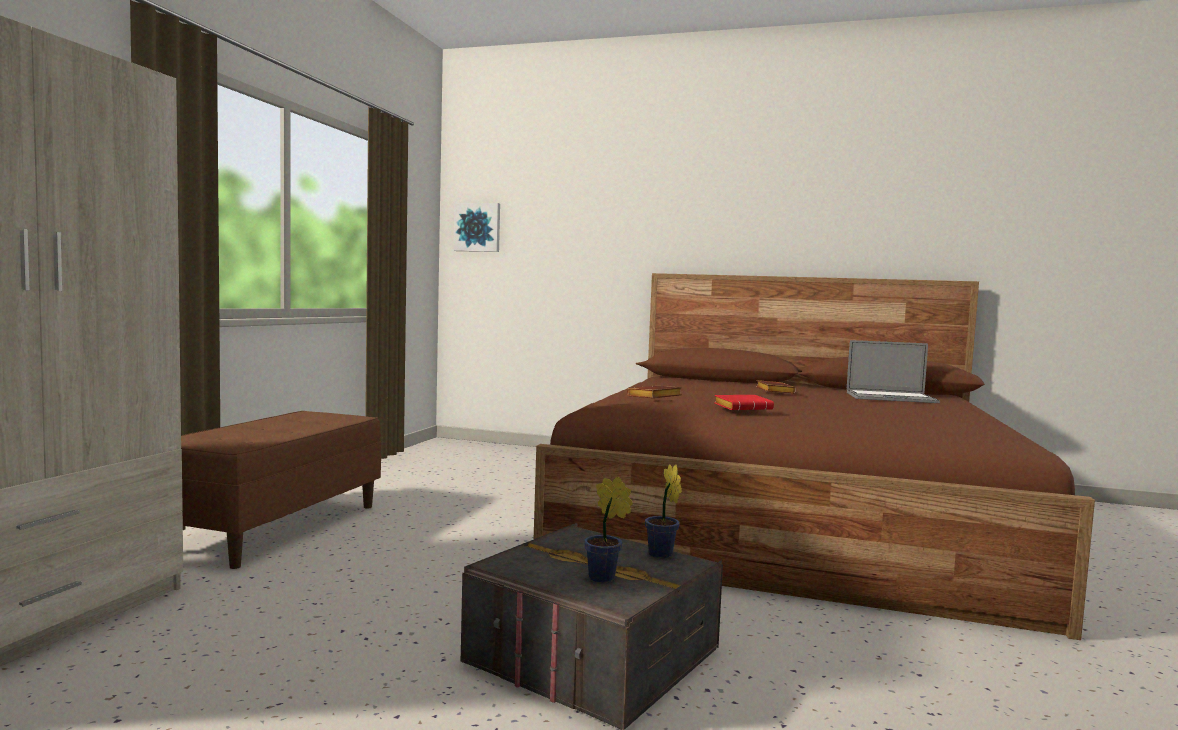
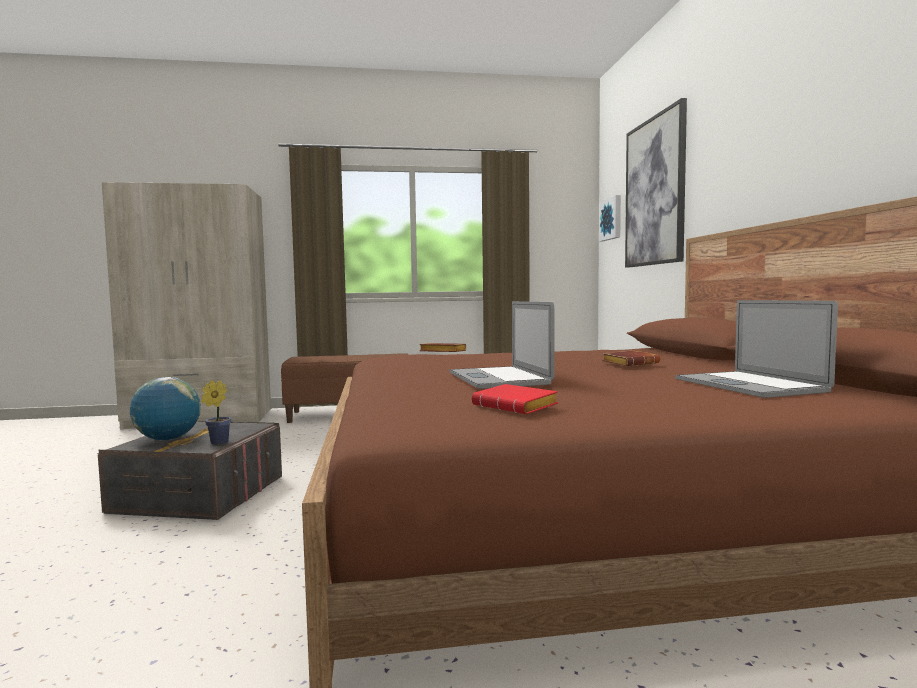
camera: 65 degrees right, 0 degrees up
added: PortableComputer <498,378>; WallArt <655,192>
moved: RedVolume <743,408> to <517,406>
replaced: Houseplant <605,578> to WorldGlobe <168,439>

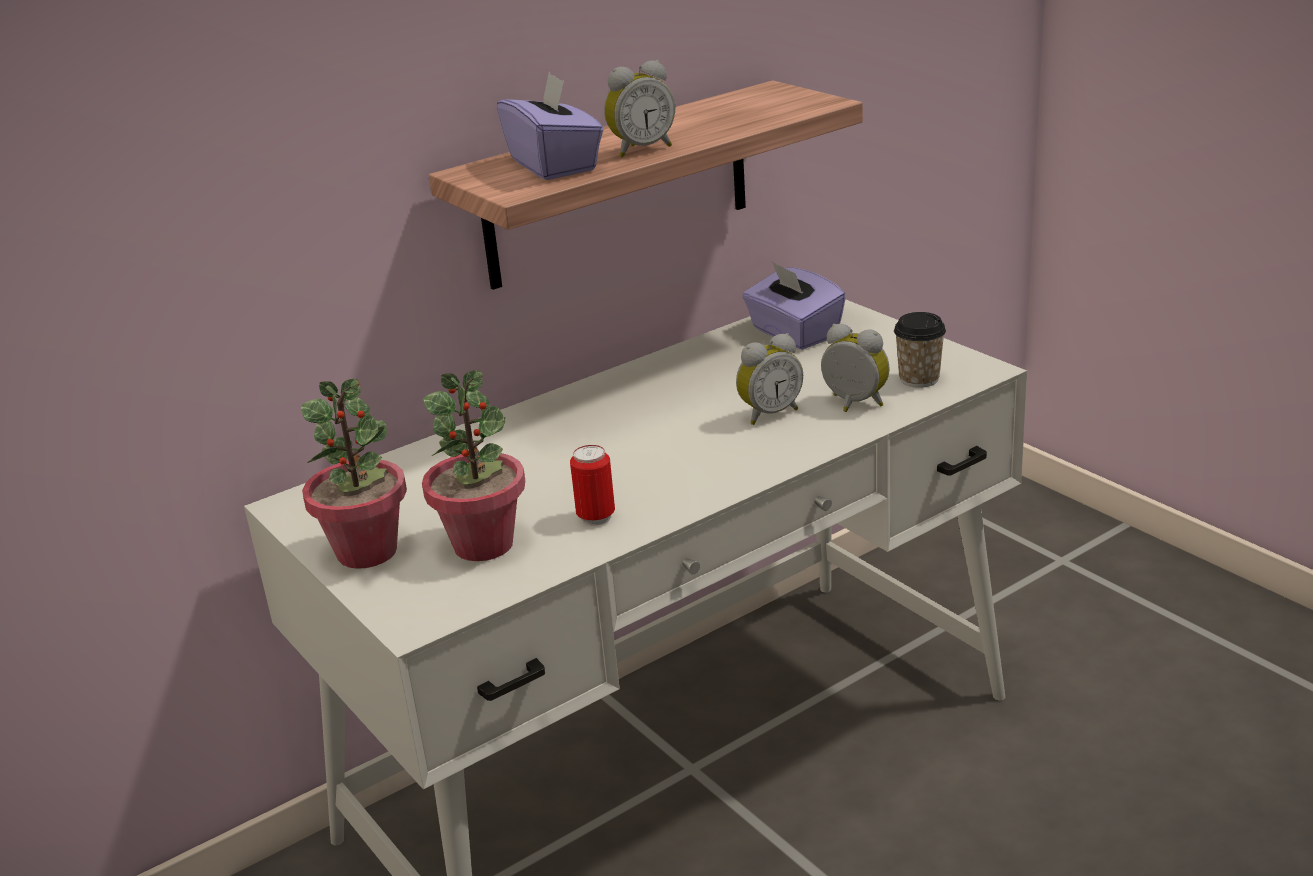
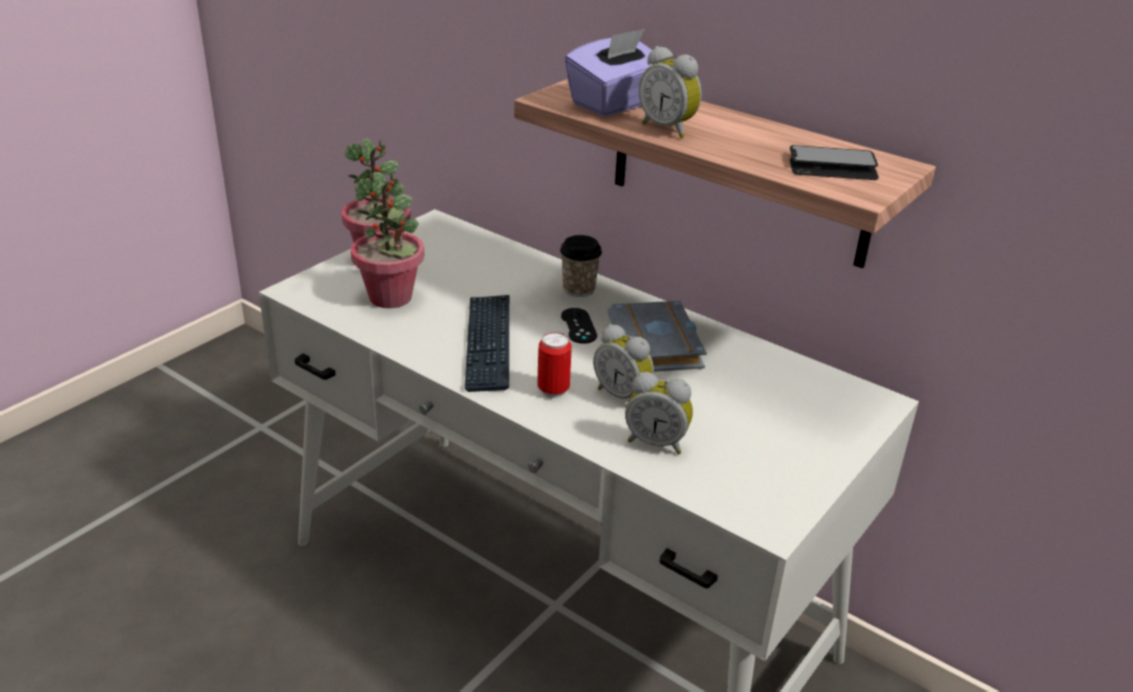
camera: 70 degrees right, 5 degrees up
removed: PurplishTissueHolder <793,334>
added: Keyboard <488,343>; BlackGameController <578,326>; GrayVolume <659,345>; Phone <832,166>
moved: Can <596,517> to <553,390>; DrinkingCup <919,379> to <579,289>
turned: AlarmClock <853,405> = <656,442> 90 degrees clockwise

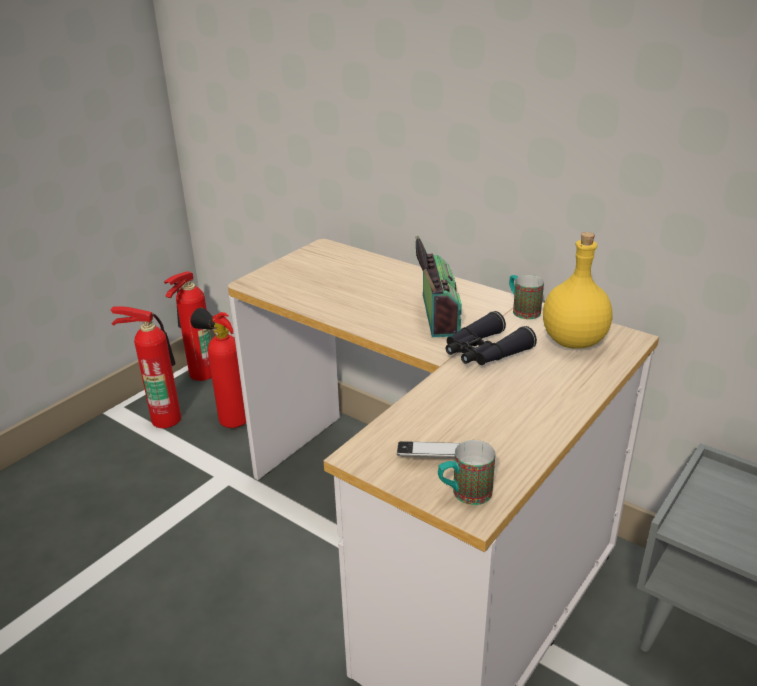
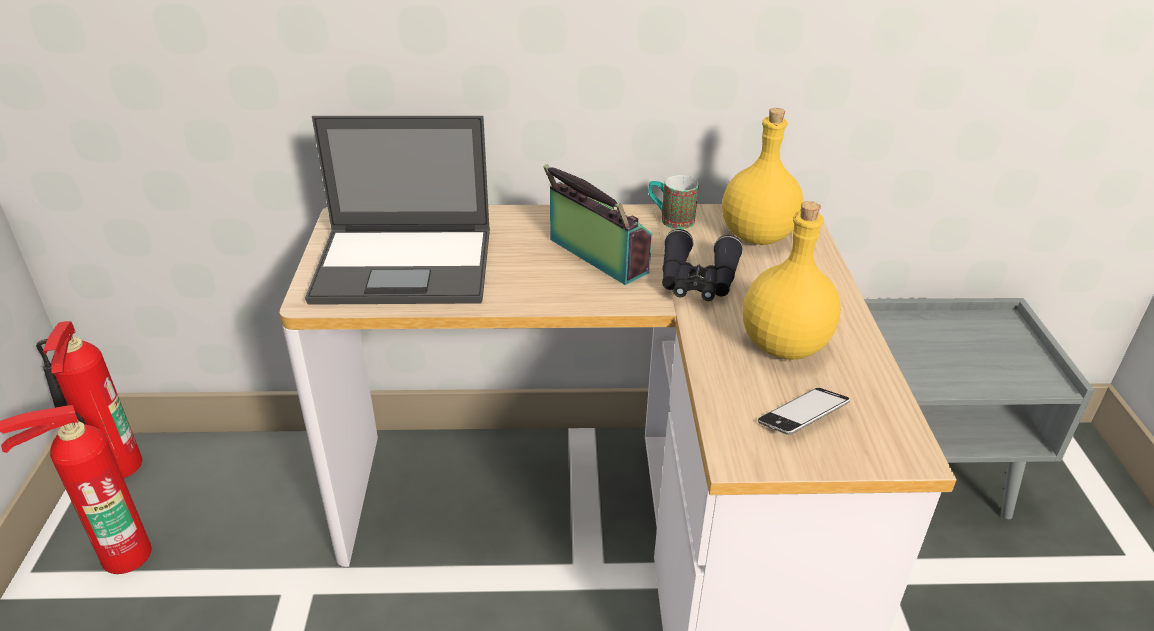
camera: 40 degrees left, 5 degrees up
removed: FireFightingCylinder <229,420>; CoffeeMug <464,494>
added: PortableComputer <406,266>; YellowBottle <782,346>

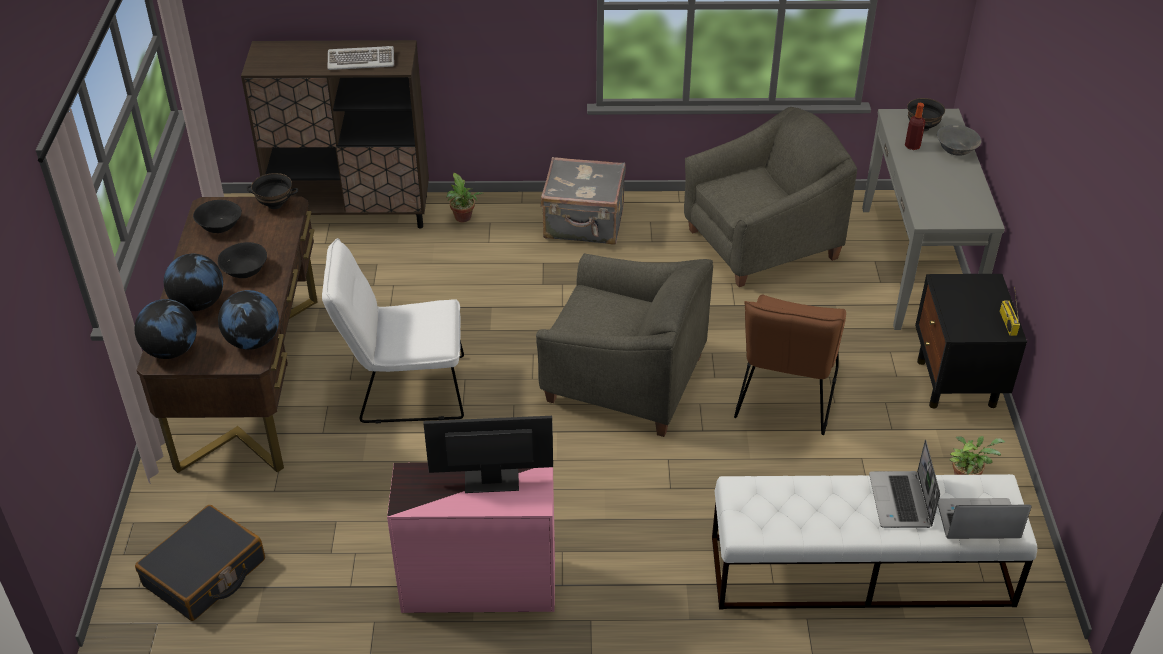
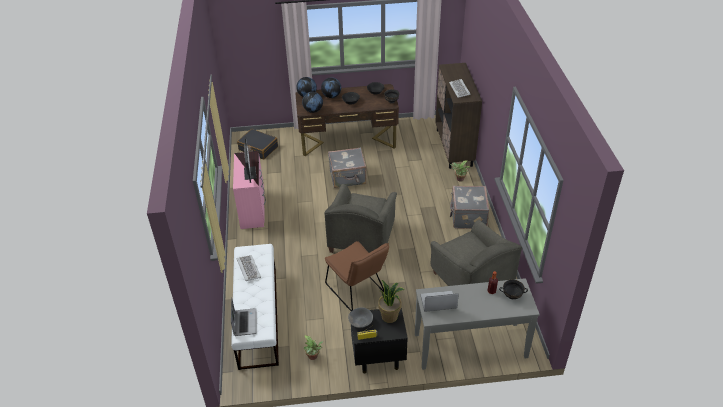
camera: 85 degrees right, 0 degrees up
added: Keyboard <248,269>; Houseplant <390,316>
moved: PortableComputer <901,502> to <438,302>; GrayBowl <955,150> to <360,322>
replaced: WhiteColouredChair <403,389> to GrayTravelCase <348,177>
turned: BrownChair <784,399> = <357,291> 135 degrees counterclockwise

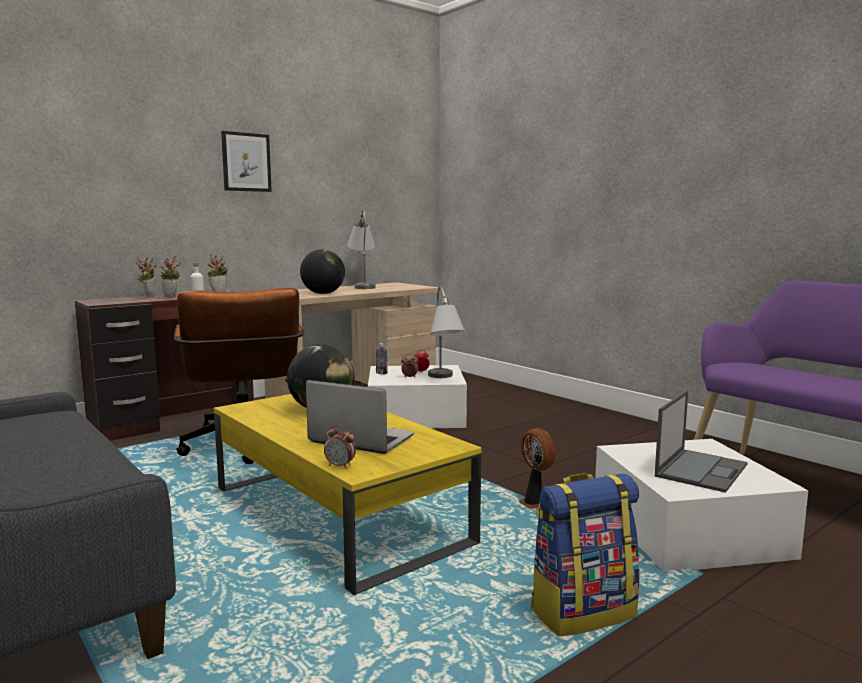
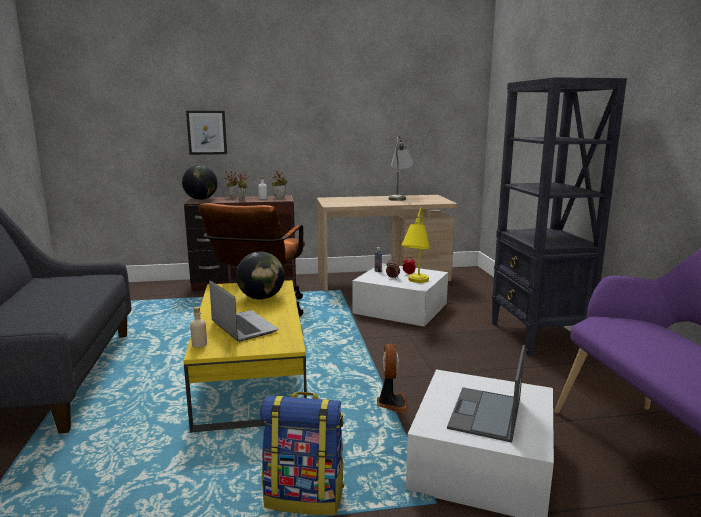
camera: 30 degrees right, 5 degrees up
added: BlackShelvingUnit <537,337>
moved: WallArt <246,162> to <207,132>; WorldGlobe <323,293> to <201,199>
replaced: AlarmClock <340,466> to BeigeColouredBottle <199,344>
recoloured: GrayTableLamp <444,379> to YellowTableLamp <415,283>
turned: PortableComputer <701,470> = <485,414> 135 degrees clockwise

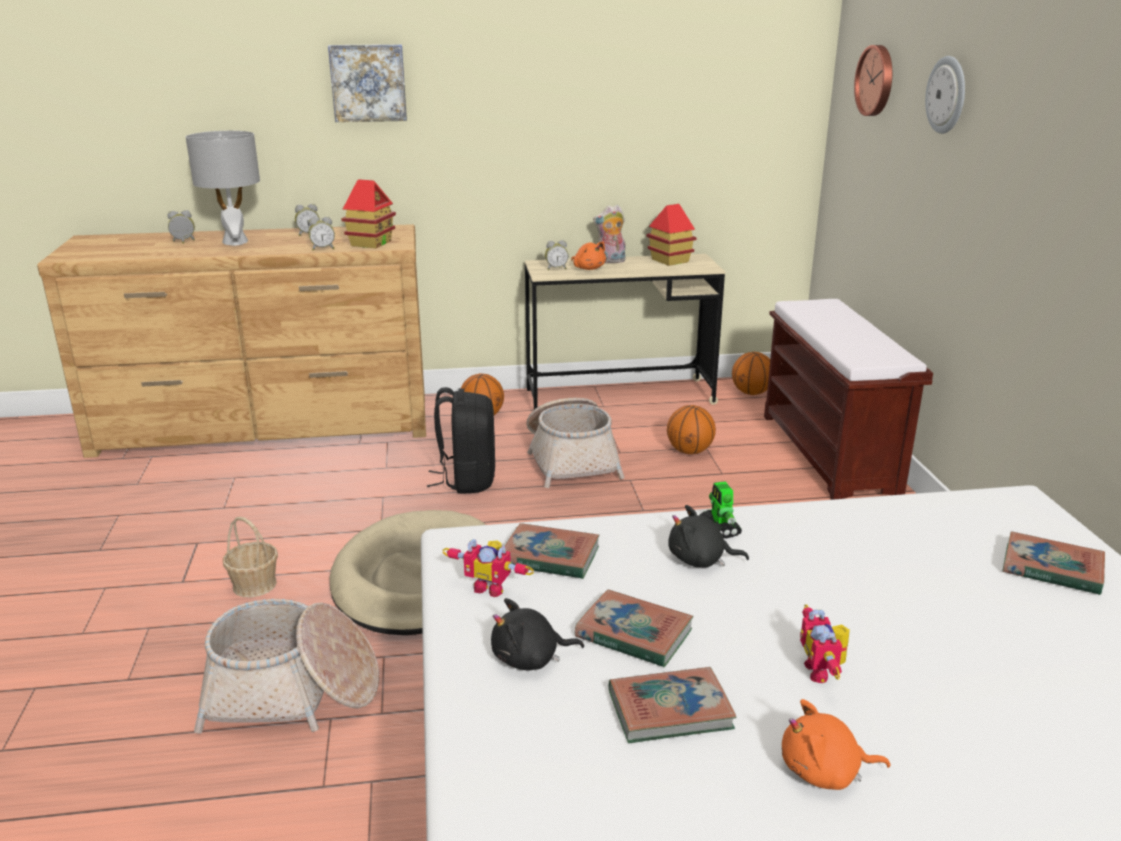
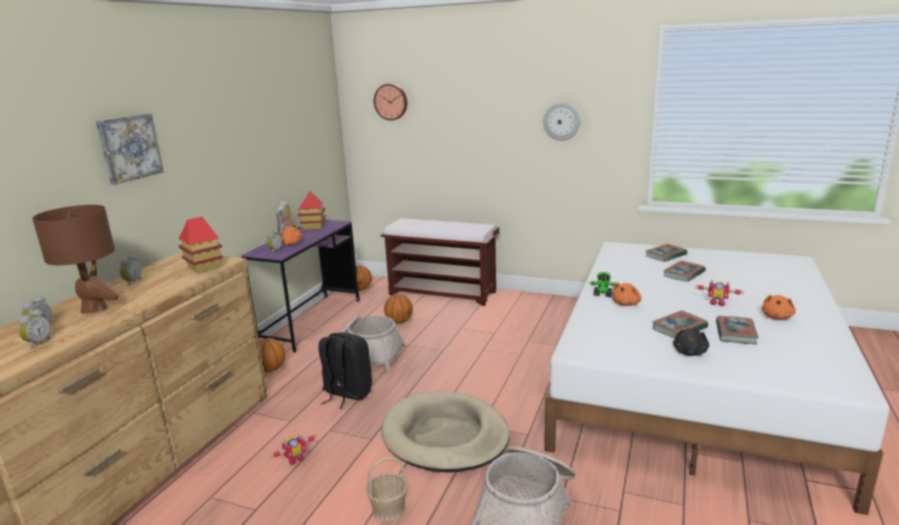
camera: 60 degrees left, 5 degrees down
moved: AlarmClock <323,248> to <37,343>; ToyRobot <490,587> to <295,459>; Volume <550,557> to <684,274>; ClockOnTheWall <947,95> to <561,121>
recoloured: GrayTableLamp <235,242> to BrownTableLamp <94,308>; BeigeColouredDesk <619,397> to PurplishDesk <311,322>; BlackSoftToy <700,560> to OrangeColouredSoftToy <626,304>

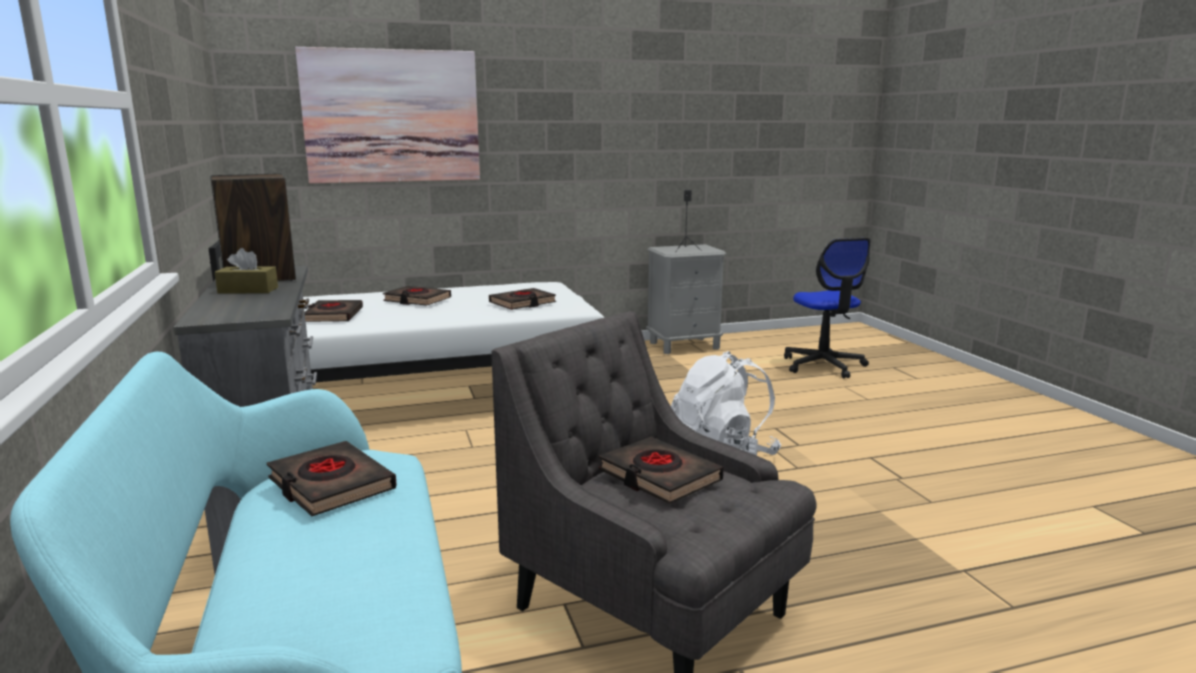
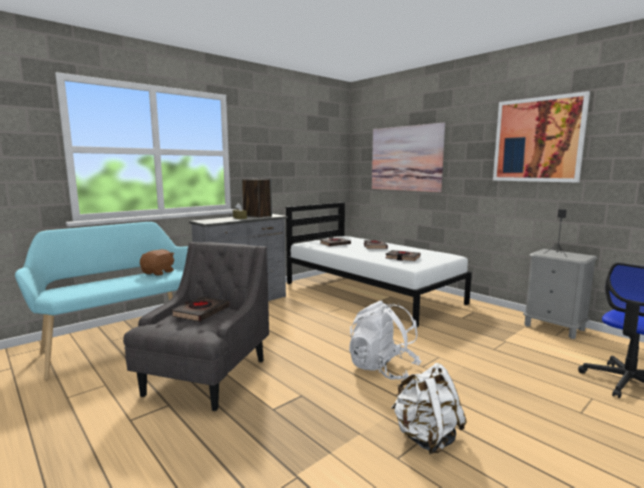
camera: 65 degrees right, 5 degrees down
added: WhiteColouredKnapsack <426,437>; WallArt <537,140>
replaced: BlackVolume <331,485> to BrownSoftToy <159,272>

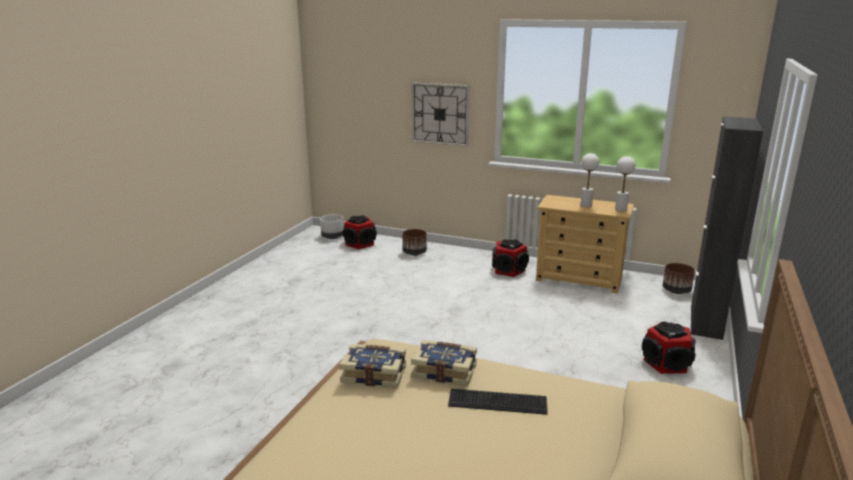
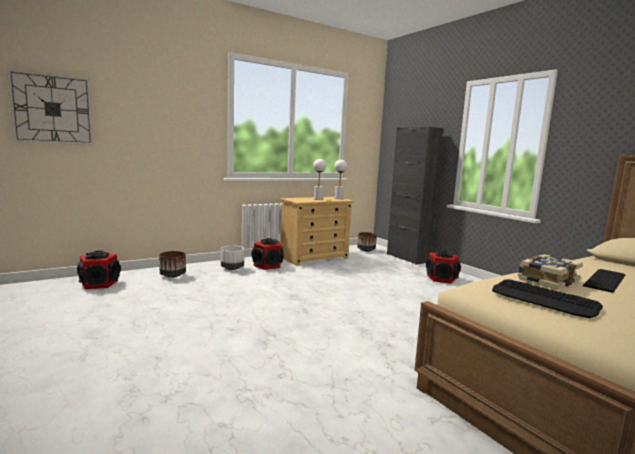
camera: 55 degrees left, 10 degrees down
moved: WhiteColouredPlantPot <332,237> to <232,268>; ClockOnTheWall <440,114> to <52,109>
replaced: Volume <374,374> to Keyboard <544,299>

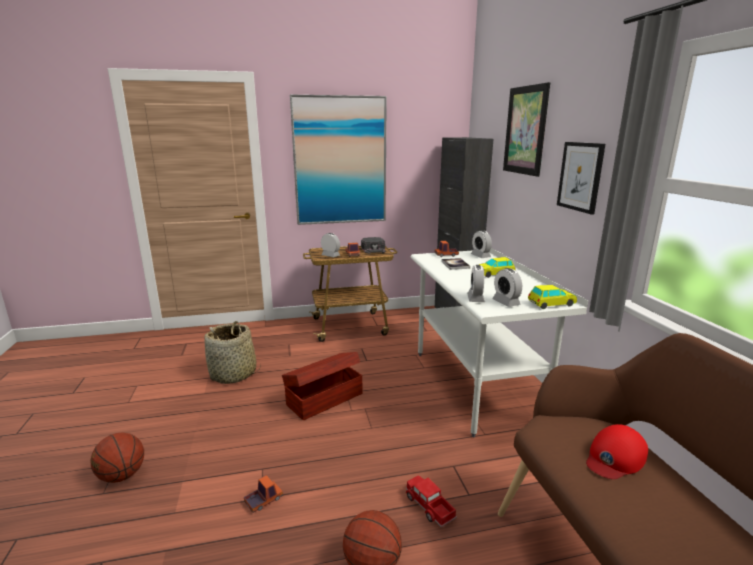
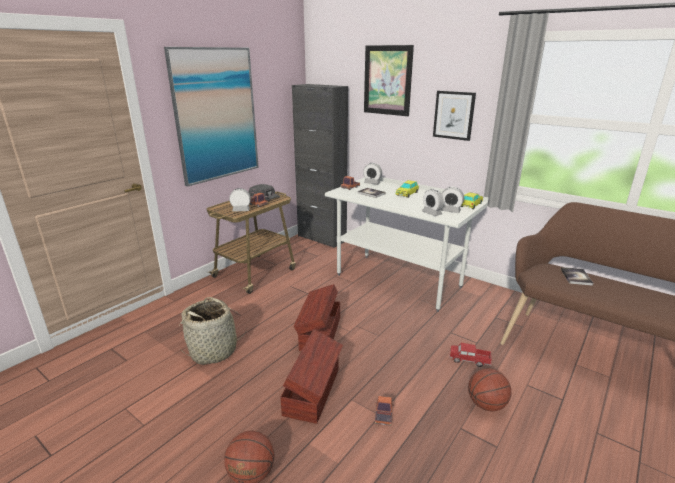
camera: 40 degrees left, 5 degrees up
added: BrownStorageBin <313,391>
replaced: RedBaseballCap <614,457> to Volume <576,277>

